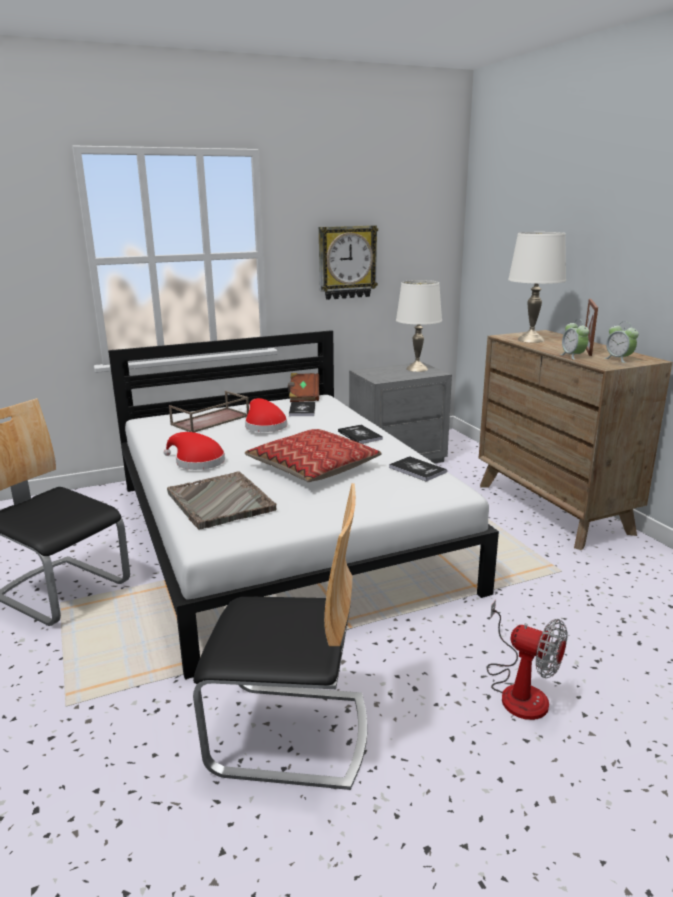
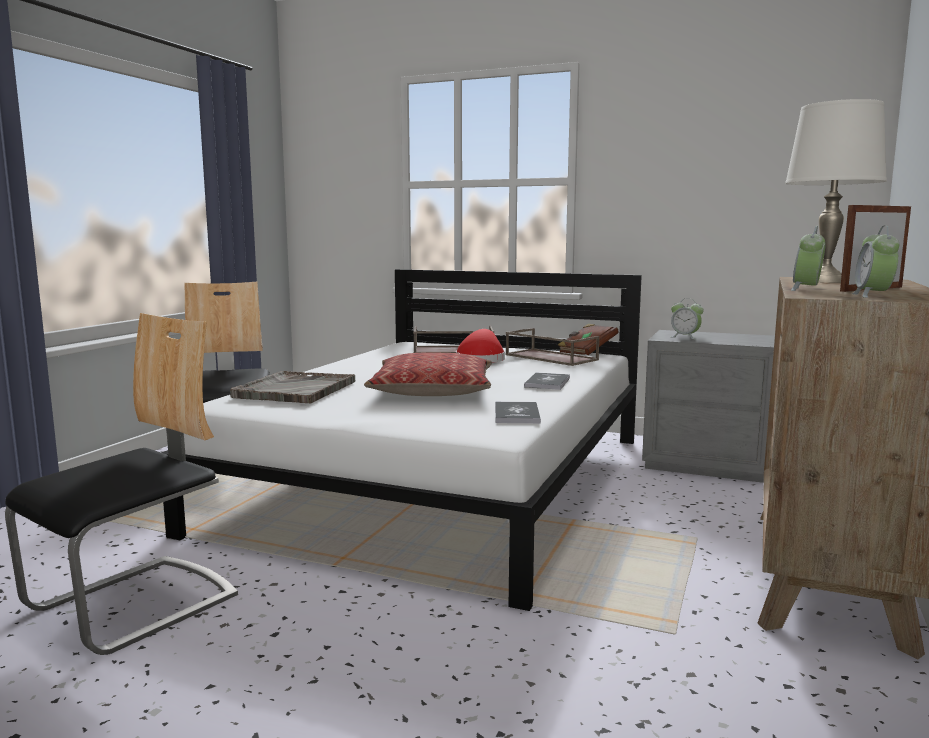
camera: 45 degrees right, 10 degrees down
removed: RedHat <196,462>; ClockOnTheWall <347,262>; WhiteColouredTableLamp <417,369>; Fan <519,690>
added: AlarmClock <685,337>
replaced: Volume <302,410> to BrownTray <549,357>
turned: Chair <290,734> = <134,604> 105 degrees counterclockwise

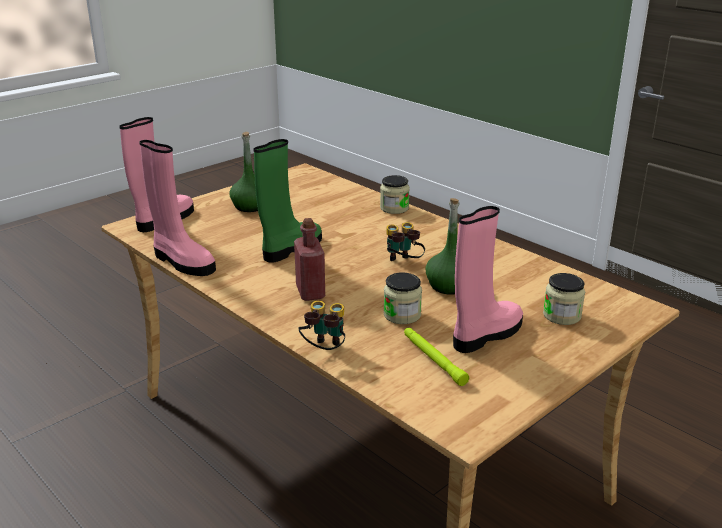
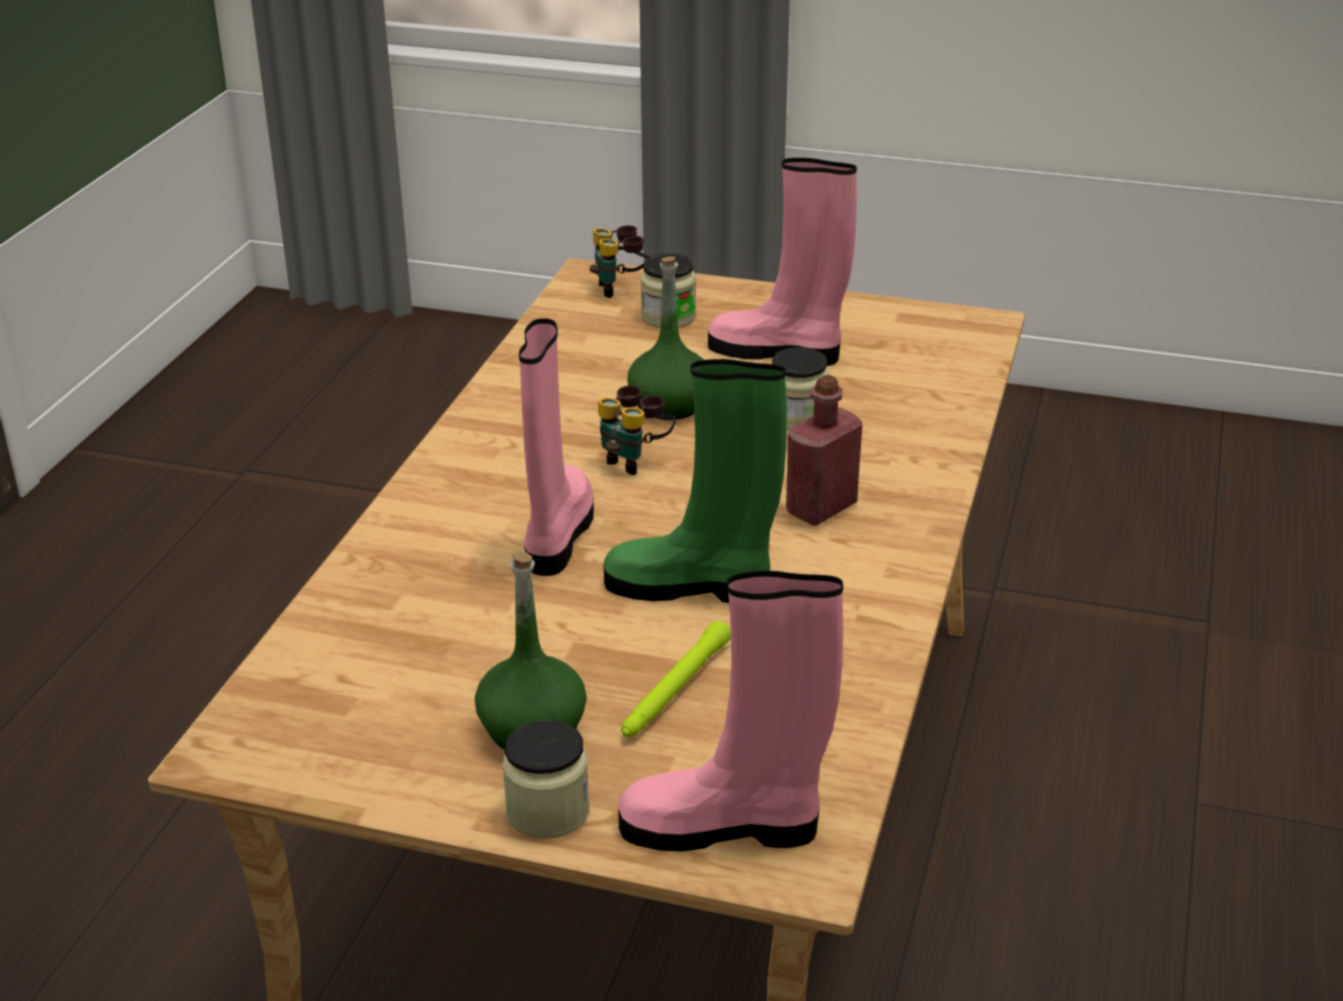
camera: 120 degrees left, 5 degrees up
moved: PinkTallBoot <182,262> to <557,534>; Binoculars <324,350> to <623,289>; PreserveJar <394,208> to <548,811>; GreenishFlashlight <433,359> to <674,690>

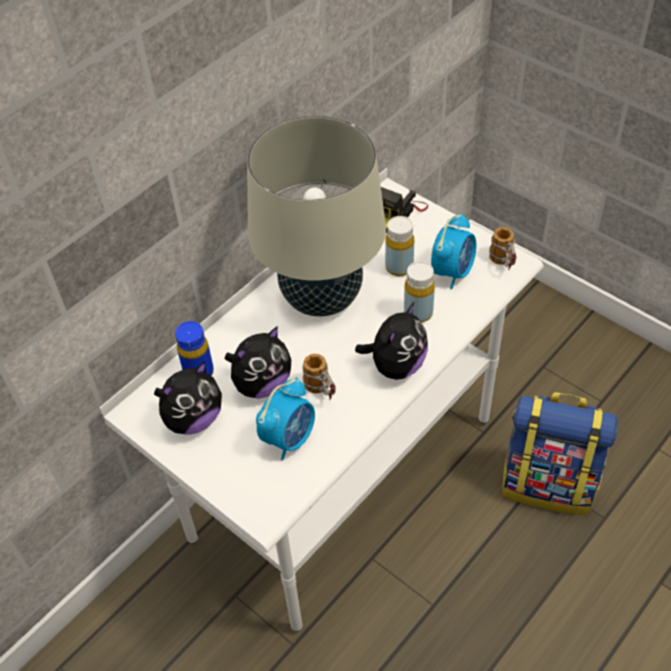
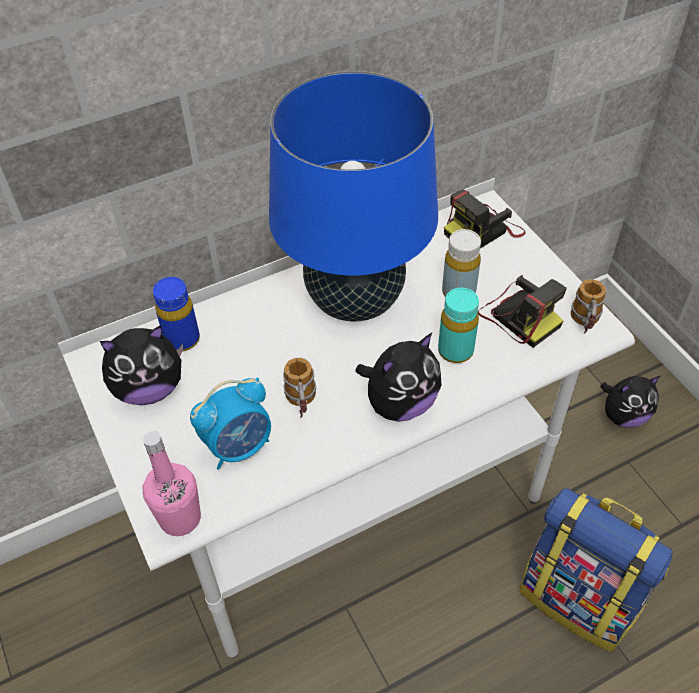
camera: 20 degrees right, 0 degrees up
added: PinkBottle <180,518>
moved: SoftToy <262,384> to <623,415>
replaced: AlarmClock <452,271> to StillCamera <519,316>
recoloured: BeigeColouredTableLamp <321,298> to BlueTableLamp <354,300>; YellowBottle <418,313> to BlueGreenBottle <455,351>

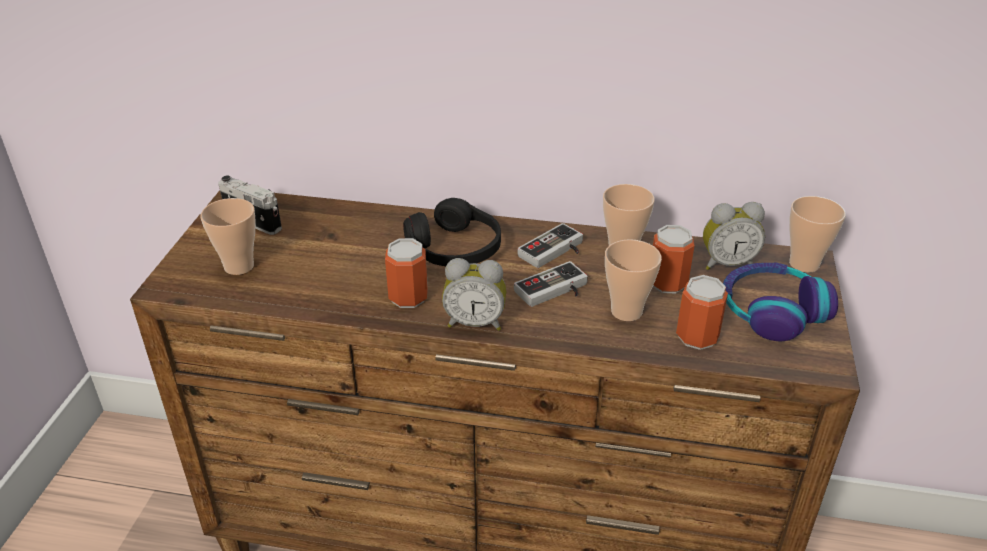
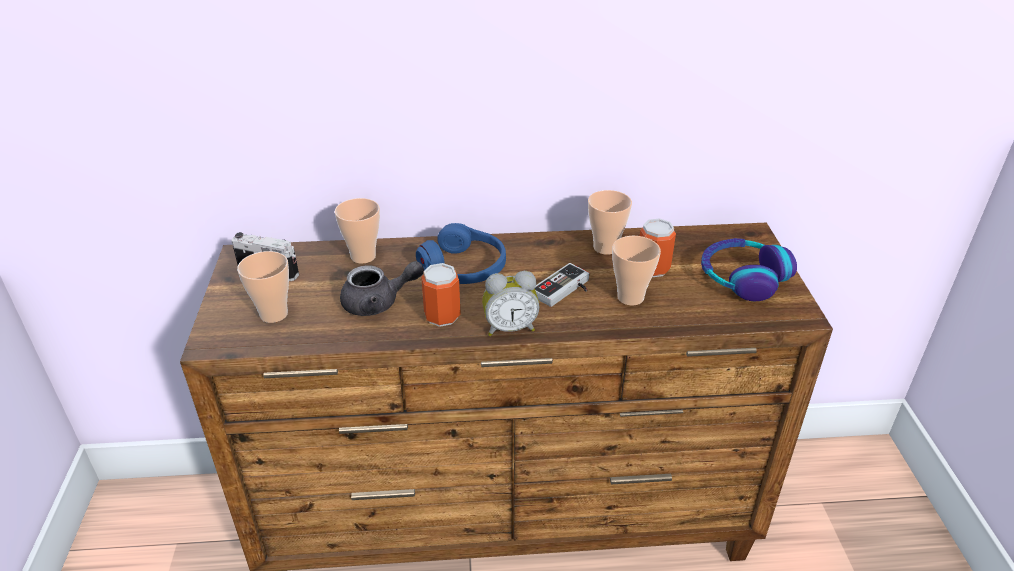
camera: 15 degrees left, 0 degrees up
removed: GameController <555,252>; Can <697,337>; AlarmClock <726,263>
added: GrayTeaPot <378,303>
moved: DrinkingCup <804,264> to <363,256>
recoloured: BlackPairOfHeadphones <455,249> to BluePairOfHeadphones <464,268>

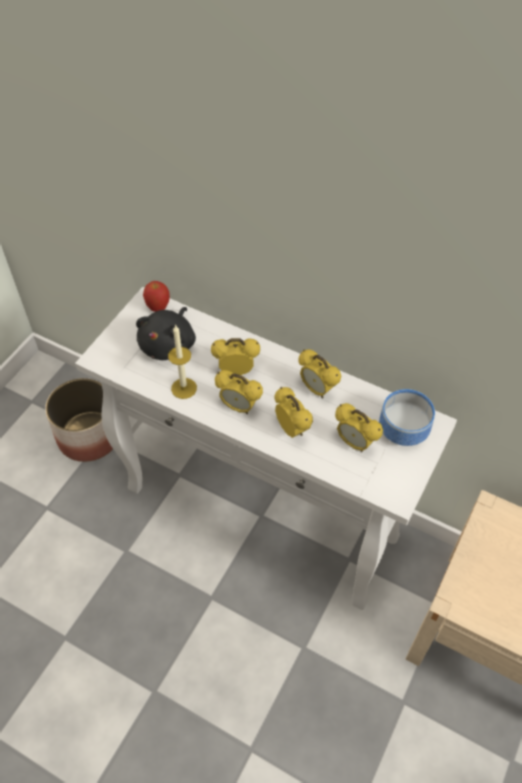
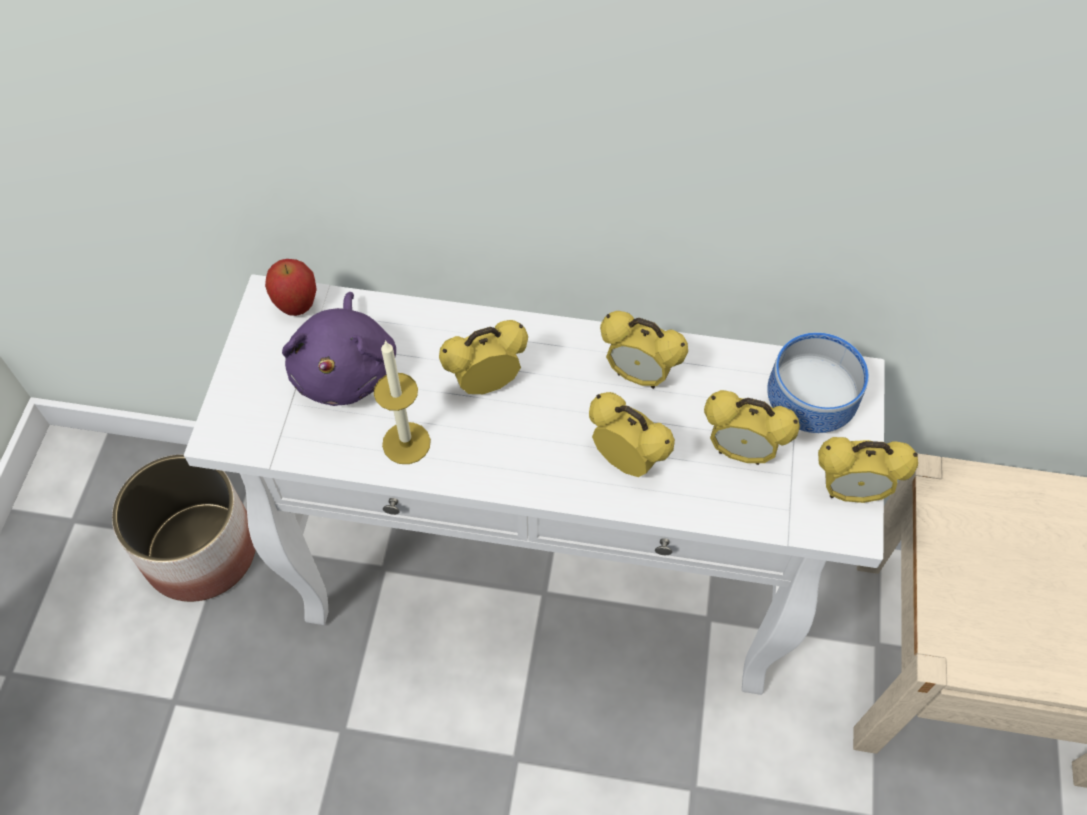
camera: 20 degrees left, 5 degrees up
moved: AlarmClock <239,407> to <850,492>
recoloured: BlackSoftToy <169,345> to PurplishSoftToy <346,369>

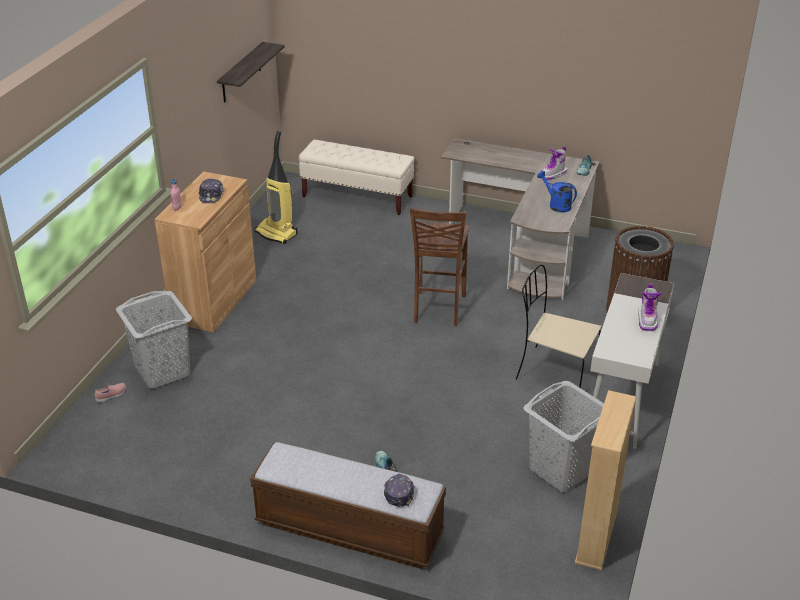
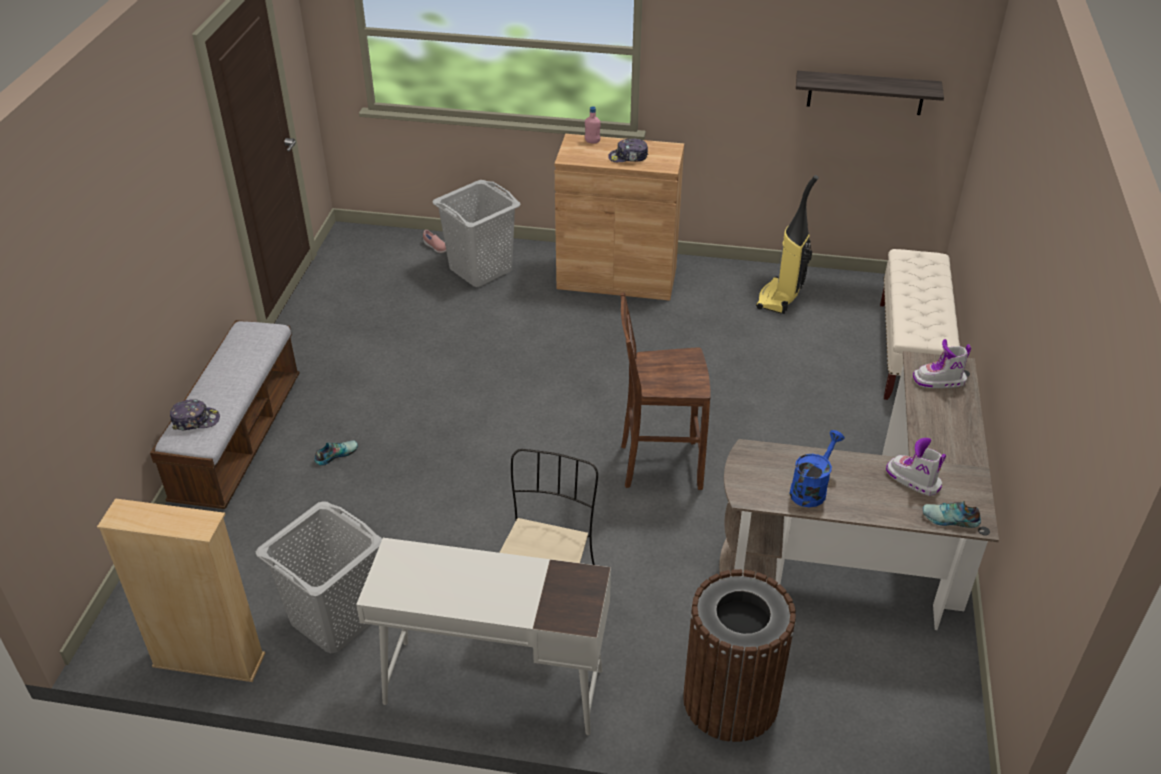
camera: 80 degrees right, 5 degrees up
moved: TallBoot <647,320> to <939,381>

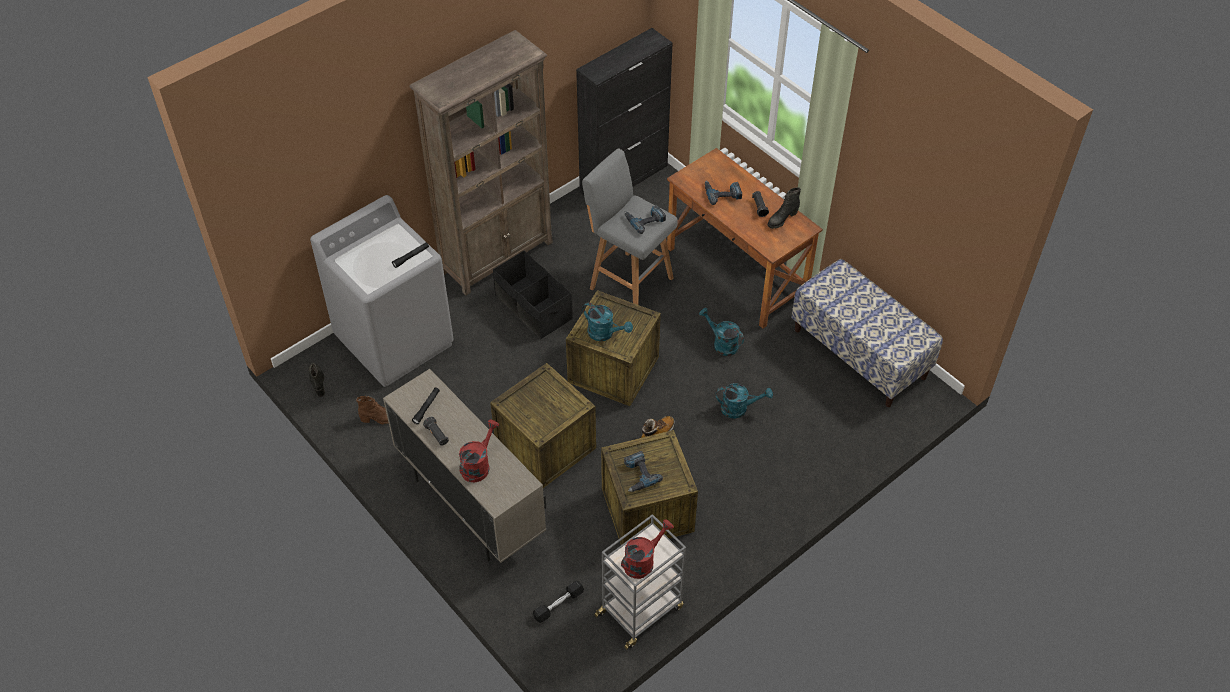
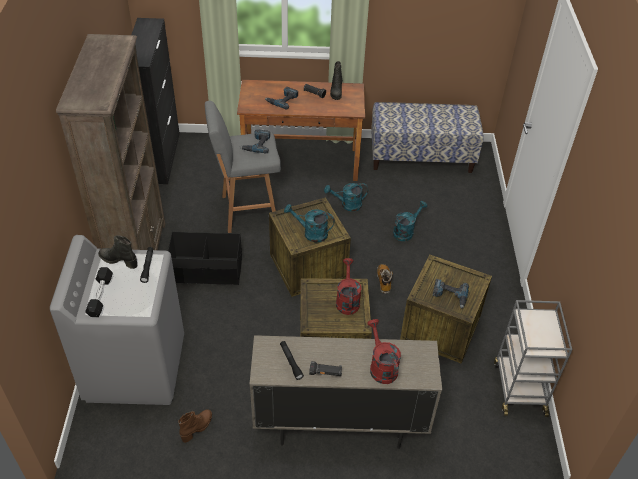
camera: 50 degrees left, 5 degrees down
moved: BlackTallBoot <318,382> to <119,260>; BlackFreeWeight <558,605> to <100,296>; RedWateringPot <643,561> to <347,300>
turned: BlueGreenWateringPot <605,333> = <311,233> 150 degrees counterclockwise

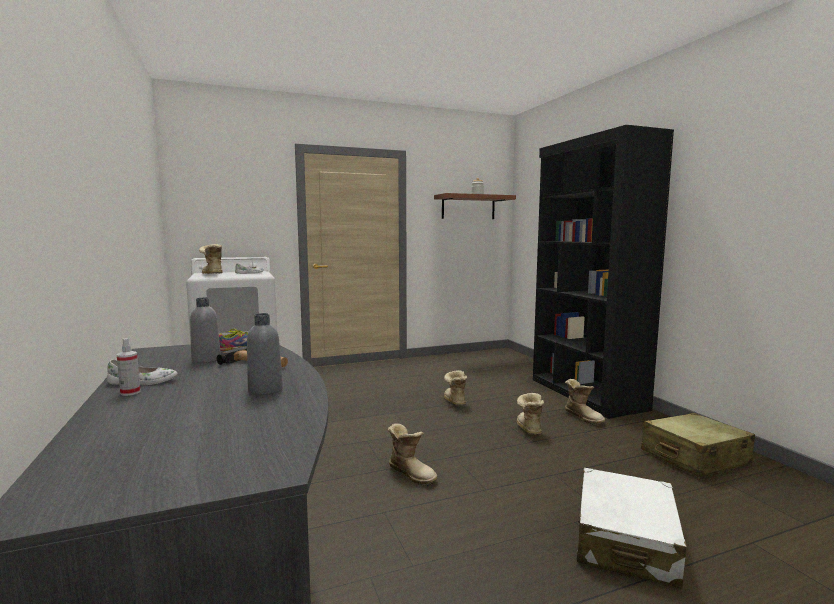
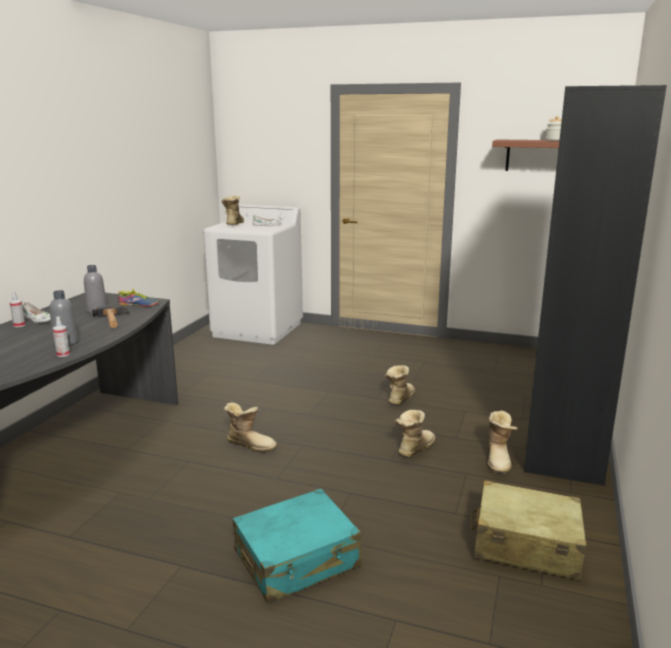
camera: 40 degrees right, 10 degrees up
added: Sprayer <63,354>
recoloured: WhiteColouredTravelCase <625,541> to BlueGreenTravelCase <297,559>
turned: TallBoot <412,473> = <250,444> 60 degrees counterclockwise

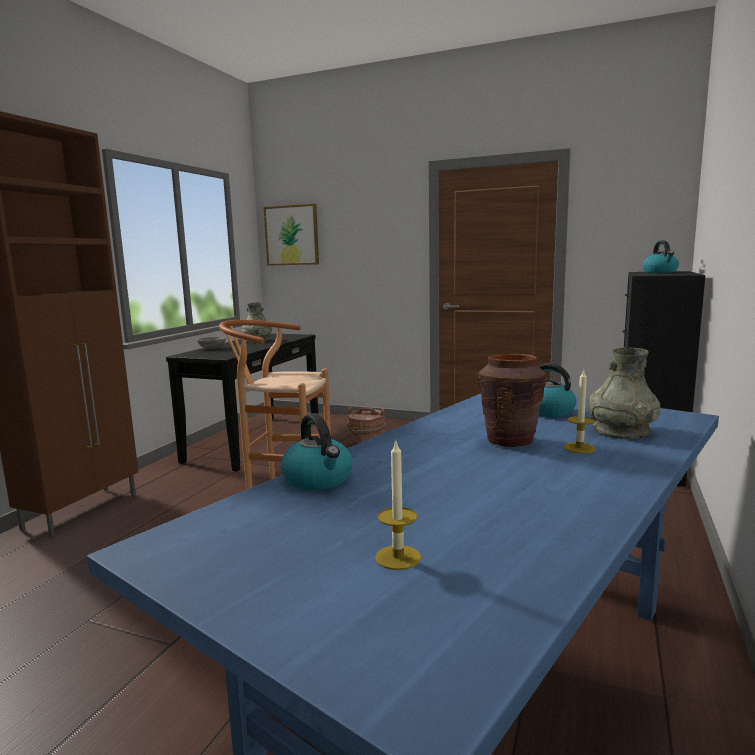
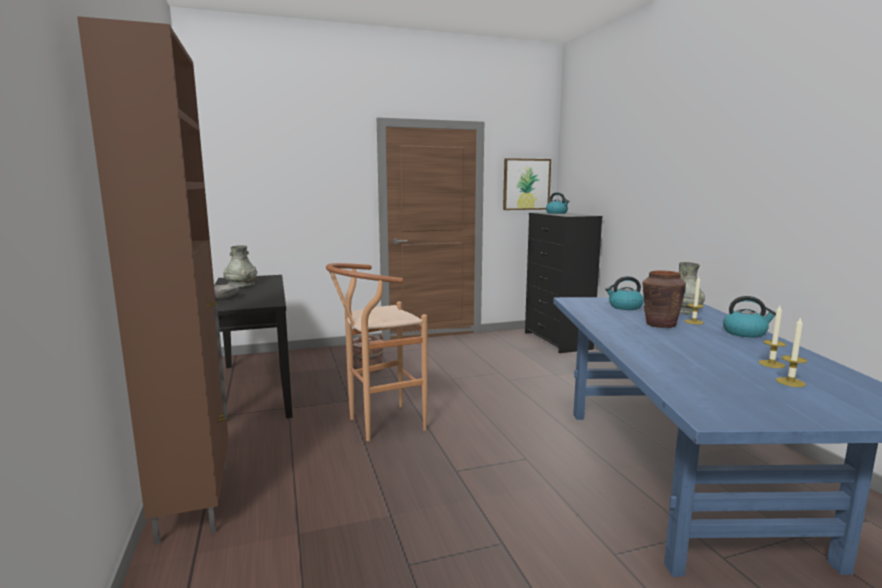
camera: 40 degrees left, 0 degrees up
added: WaxCandle <771,364>
moved: WallArt <292,235> to <526,184>; TeaKettle <319,479> to <745,333>

